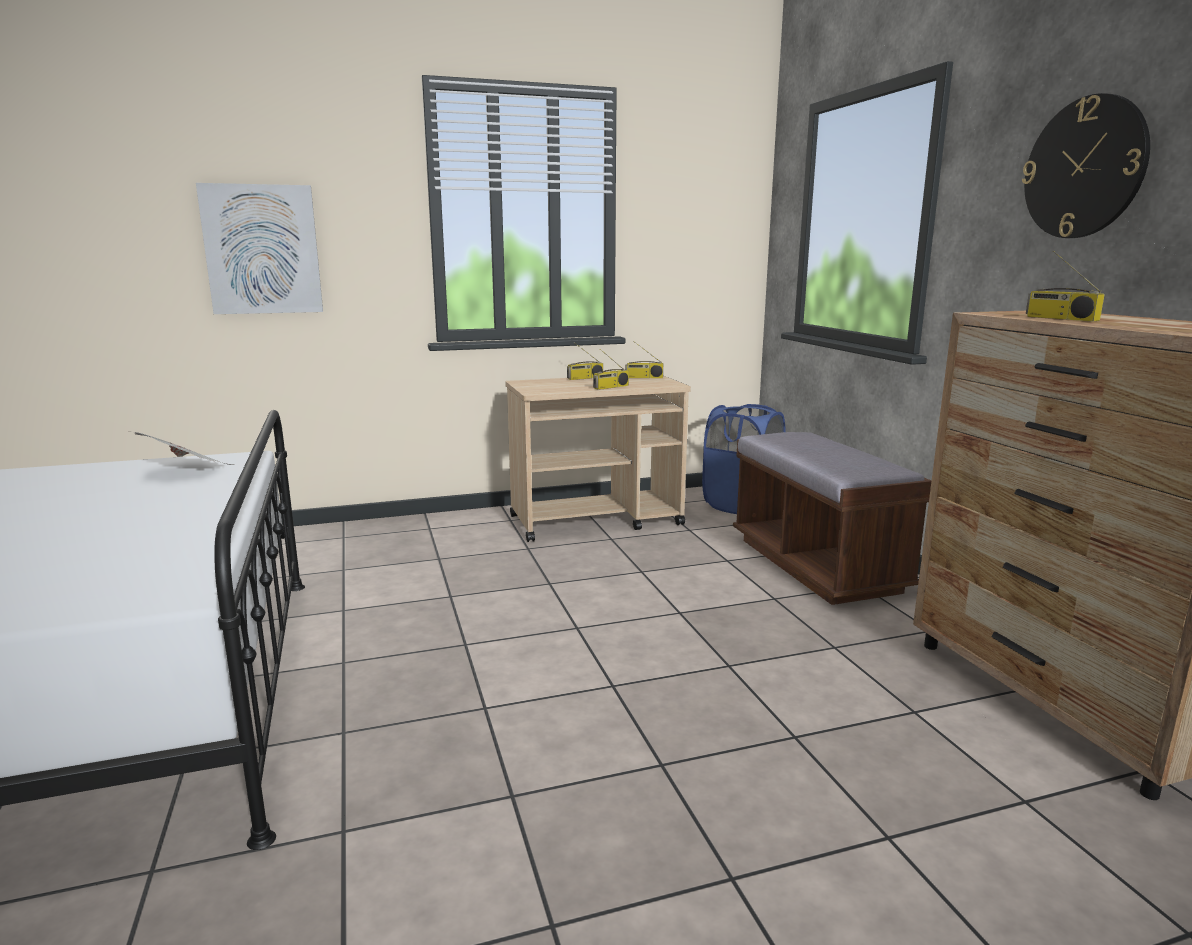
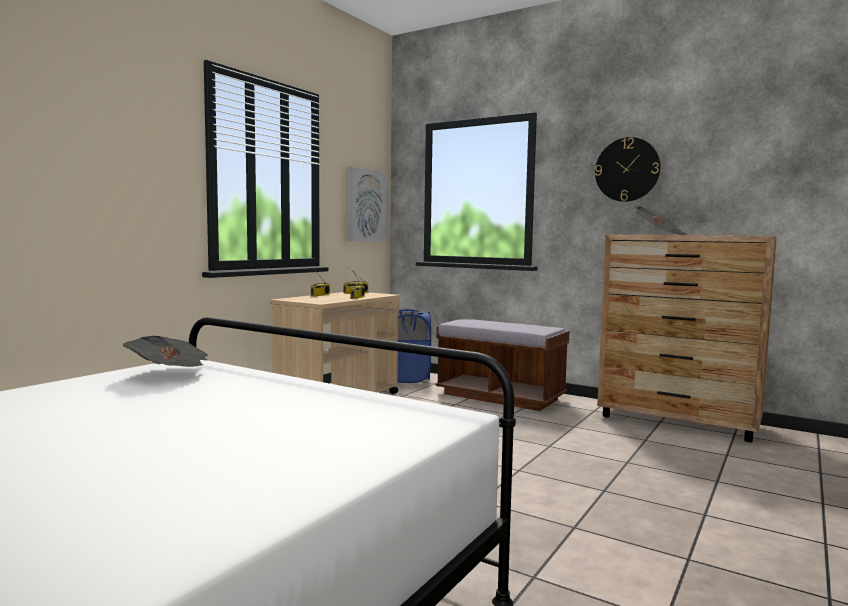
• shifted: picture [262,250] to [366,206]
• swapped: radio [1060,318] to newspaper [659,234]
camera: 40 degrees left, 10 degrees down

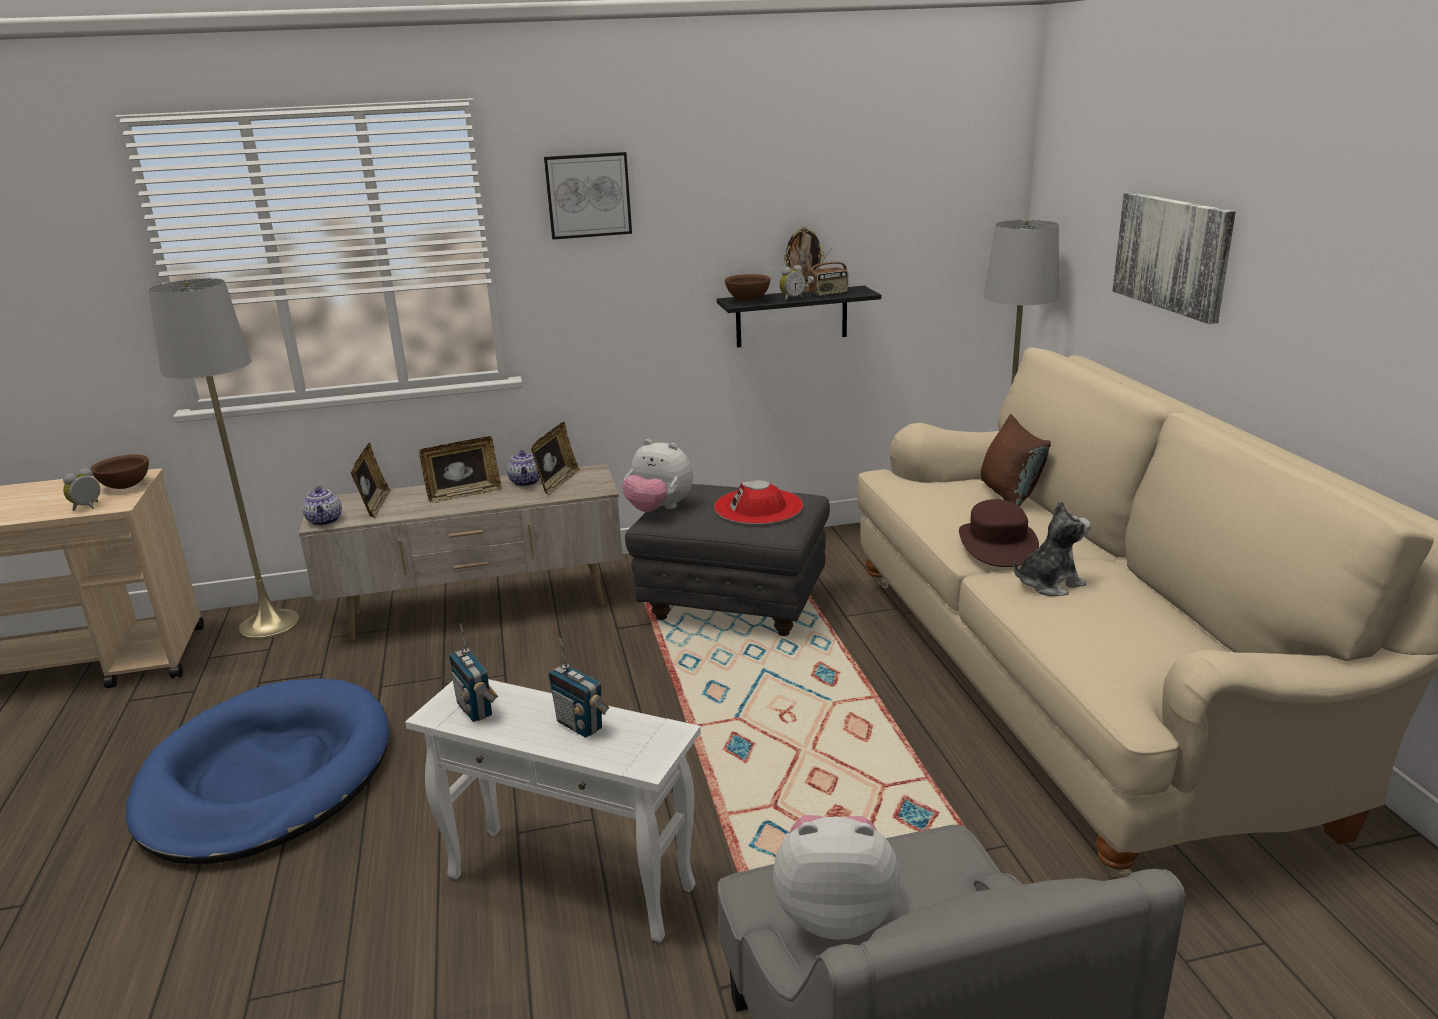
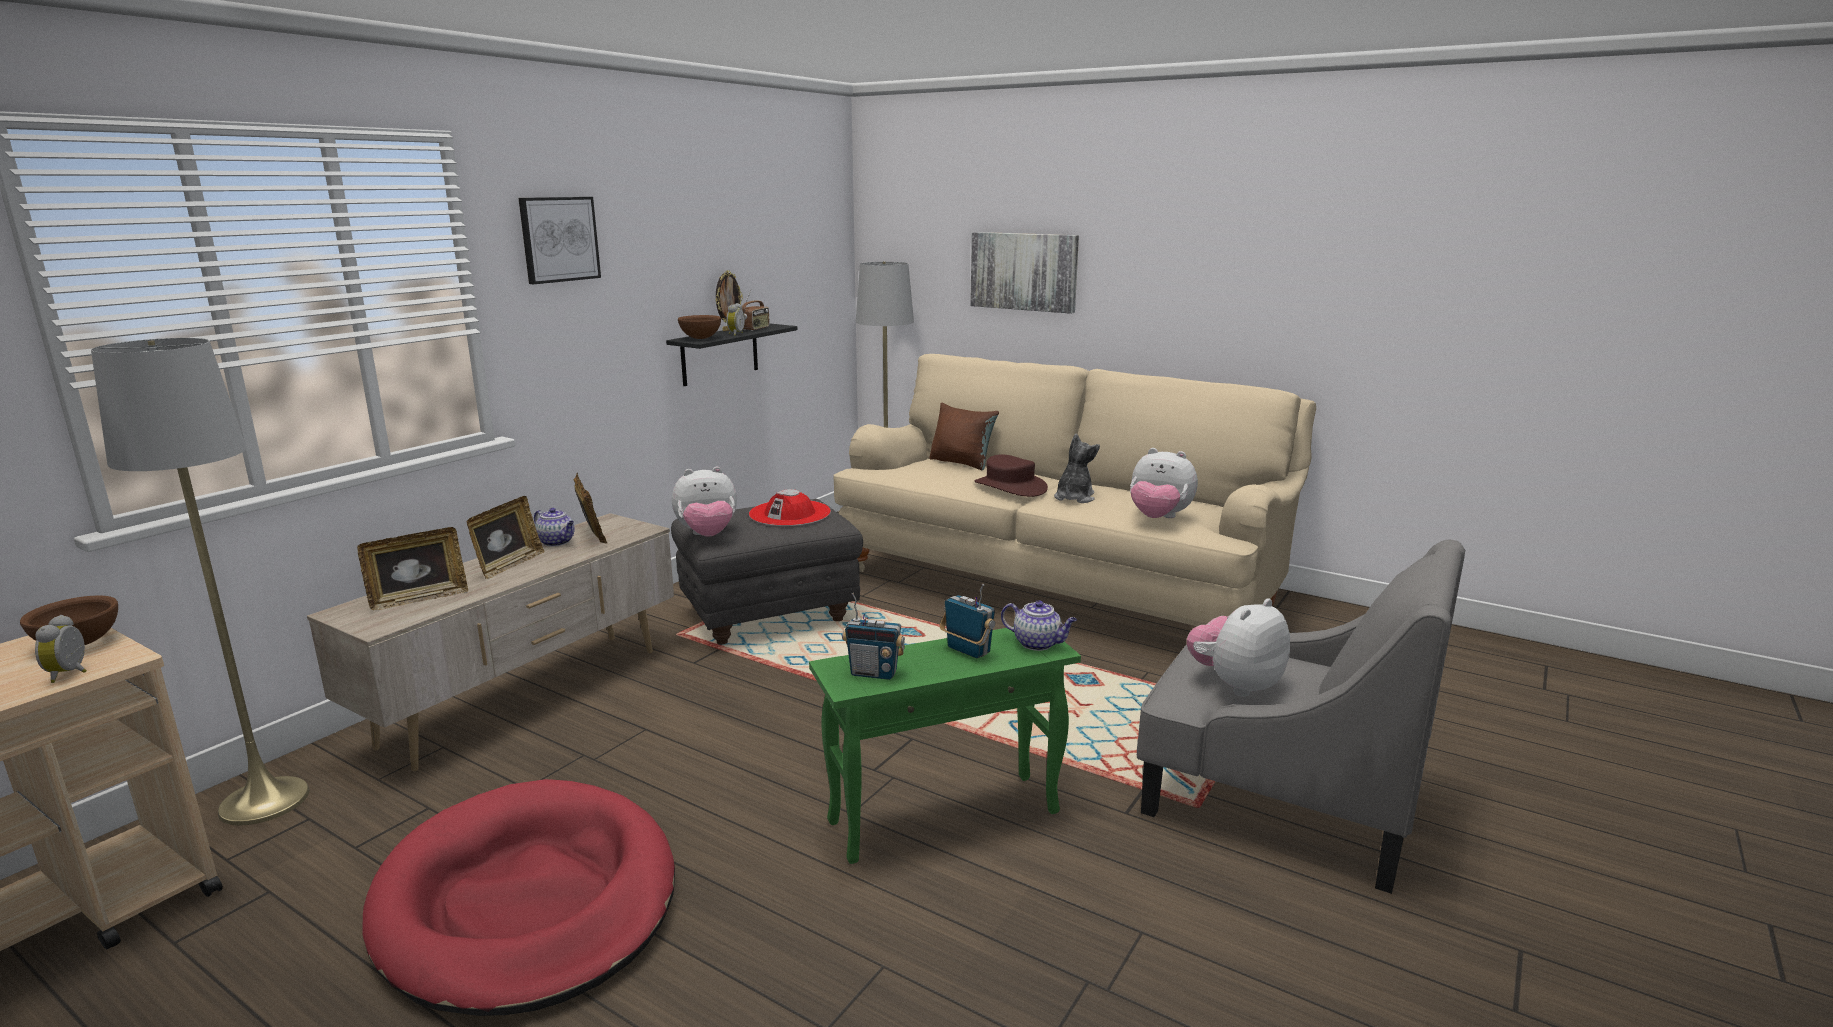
• rotated: picture frame [374,506] = [419,599] 105 degrees clockwise
• repainted: dog bed in blue [266,777] to dog bed in red [528,902]
• repainted: side table in white [570,882] to side table in green [944,817]
• rotated: radio [580,725] = [968,651] 135 degrees counterclockwise
• shifted: teapot [325,521] to [1038,643]
• new: plush toy [1158,518]
camera: 45 degrees left, 5 degrees down

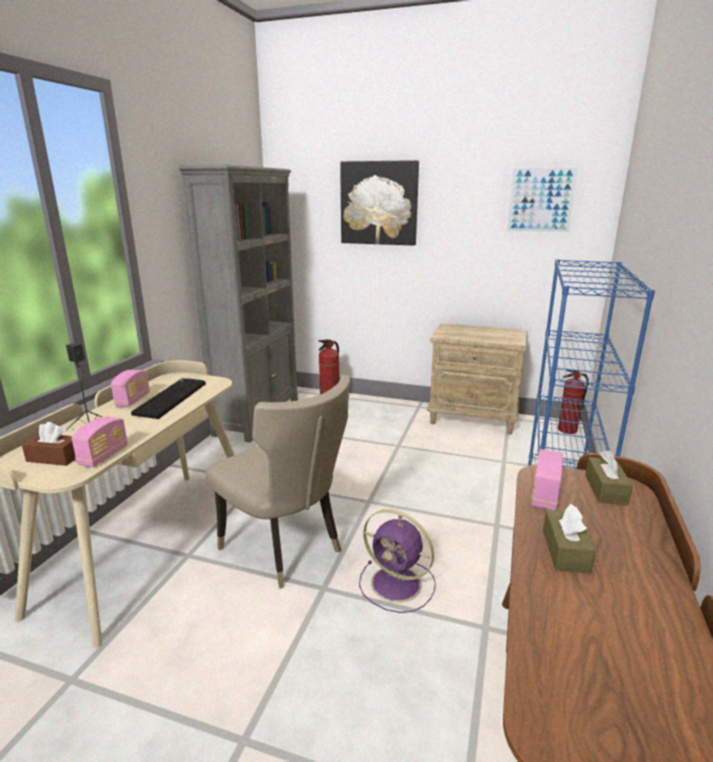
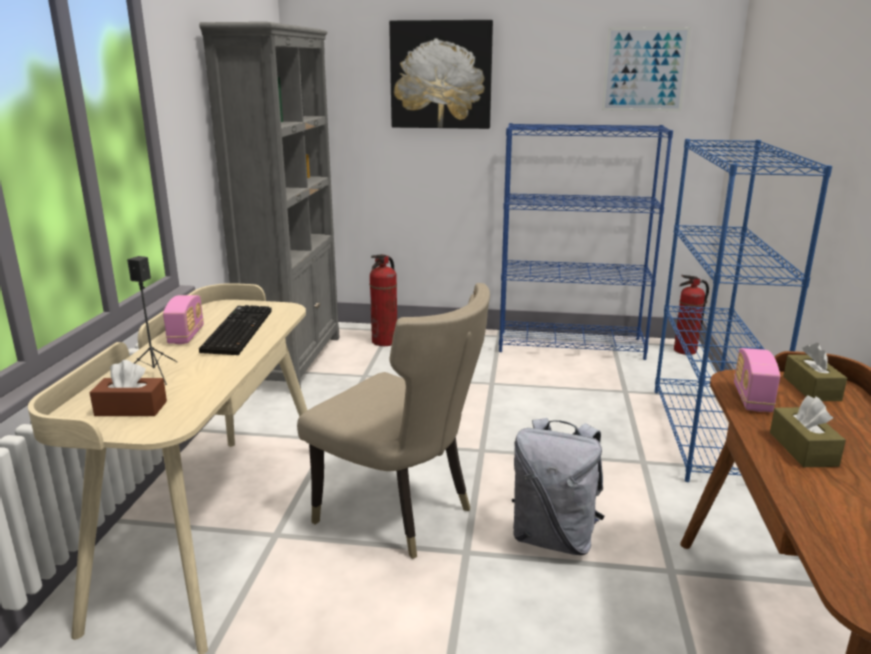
• swapped: nightstand in beige [473,418] to bookcase in blue [571,345]
• swapped: fan in purple [398,584] to backpack in grey [554,538]
• gone: radio [104,456]
camera: 10 degrees left, 0 degrees up

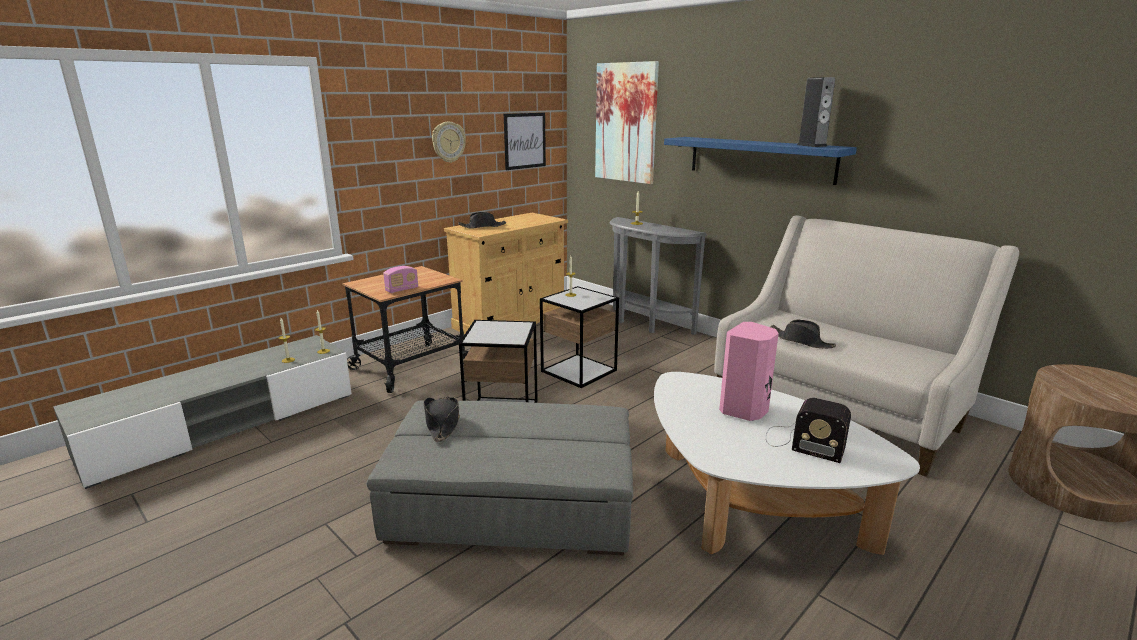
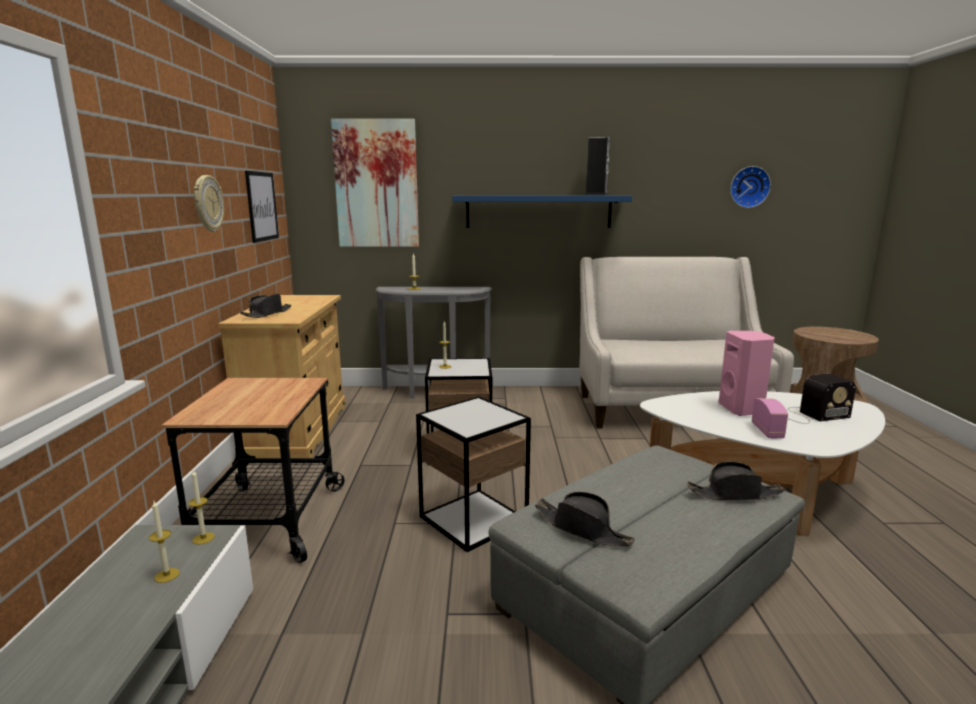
• shifted: hat in black [801,341] to [734,494]
• new: wall clock [748,187]
• shifted: radio [402,290] to [767,431]
camera: 45 degrees left, 5 degrees down

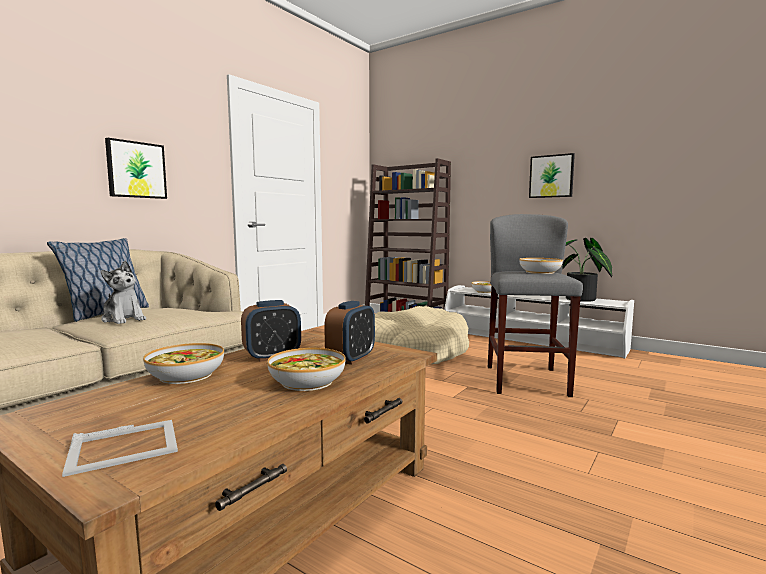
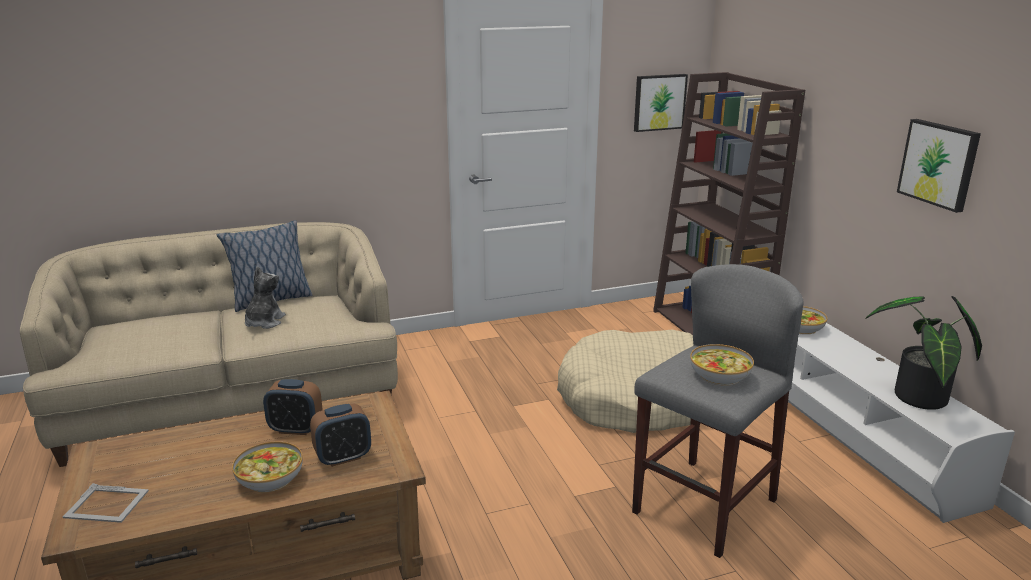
• rotated: plush toy [123,319] = [264,322] 150 degrees counterclockwise
• shifted: picture [136,170] to [659,102]
• gone: bowl [186,375]
camera: 35 degrees right, 15 degrees up

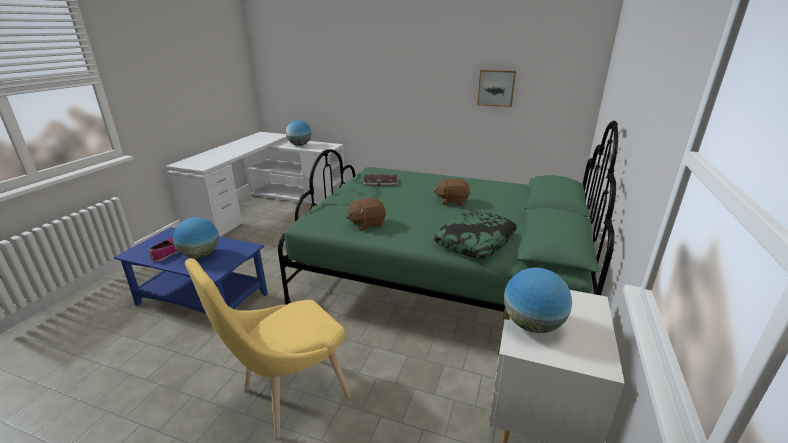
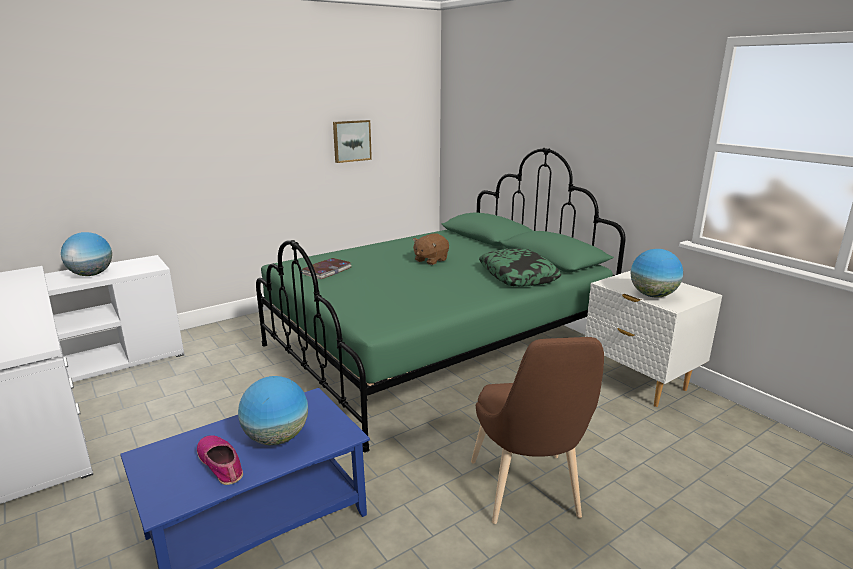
• repainted: chair in yellow [288,396] to chair in brown [527,494]
• gone: plush toy in brown [366,224]
camera: 55 degrees left, 5 degrees down

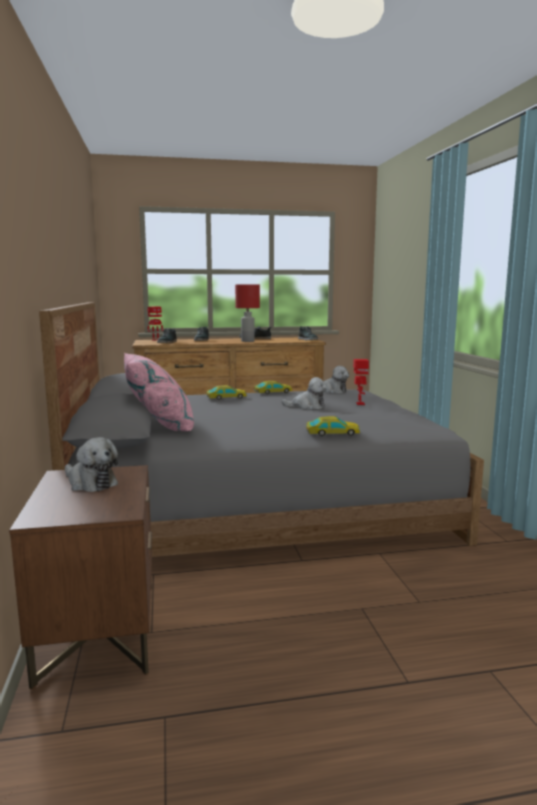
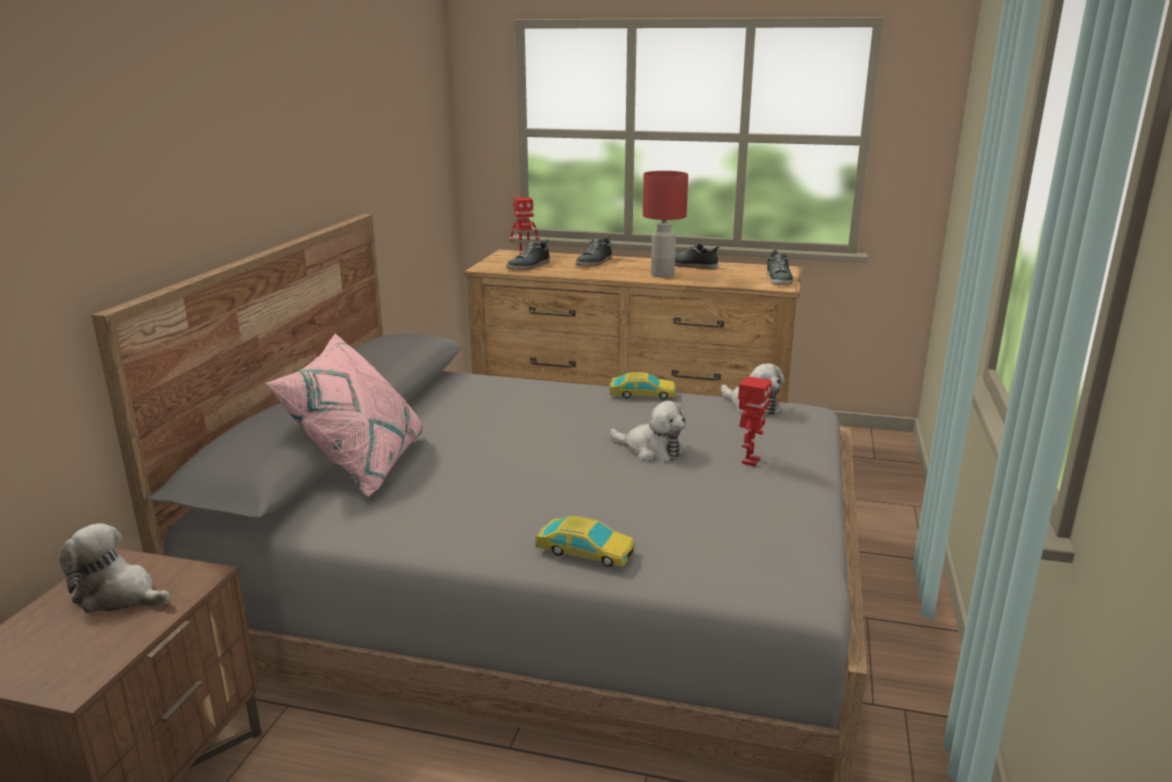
• rotated: plush toy [90,483] = [119,596] 135 degrees clockwise
• gone: toy car [226,397]
camera: 25 degrees right, 10 degrees up

